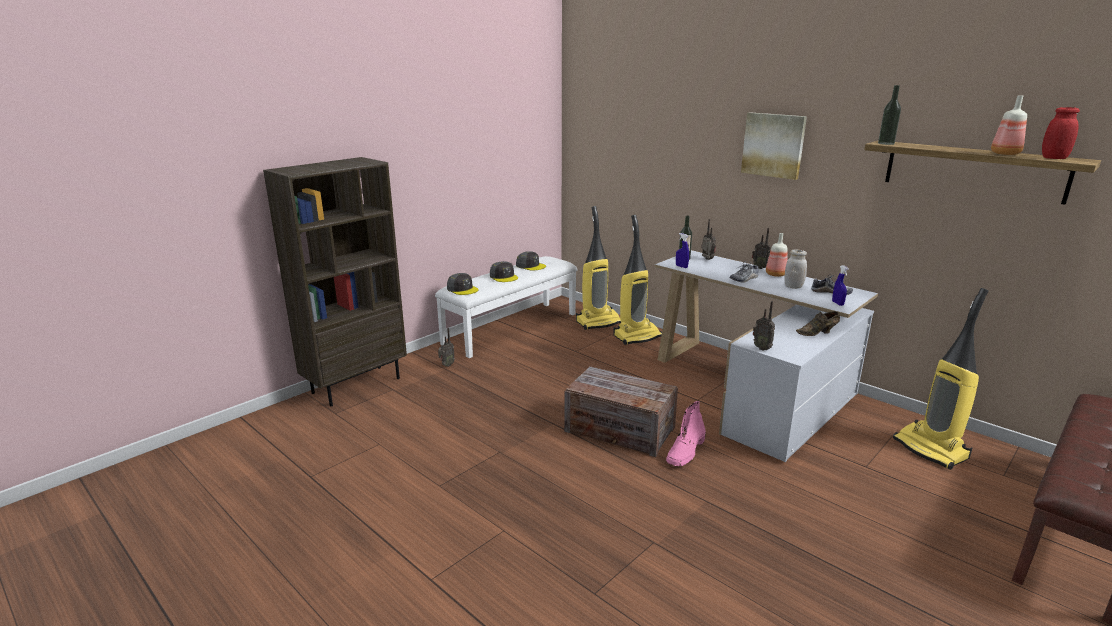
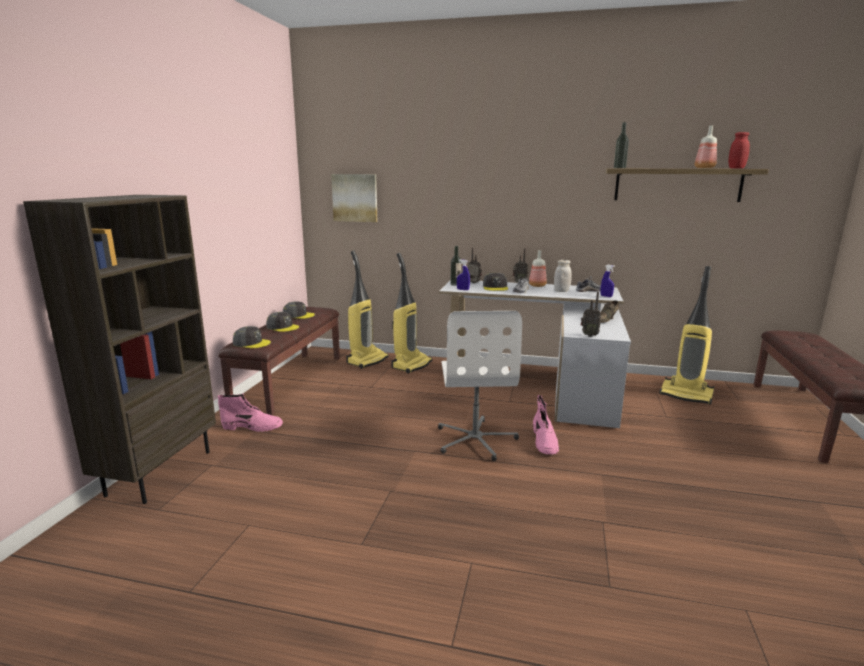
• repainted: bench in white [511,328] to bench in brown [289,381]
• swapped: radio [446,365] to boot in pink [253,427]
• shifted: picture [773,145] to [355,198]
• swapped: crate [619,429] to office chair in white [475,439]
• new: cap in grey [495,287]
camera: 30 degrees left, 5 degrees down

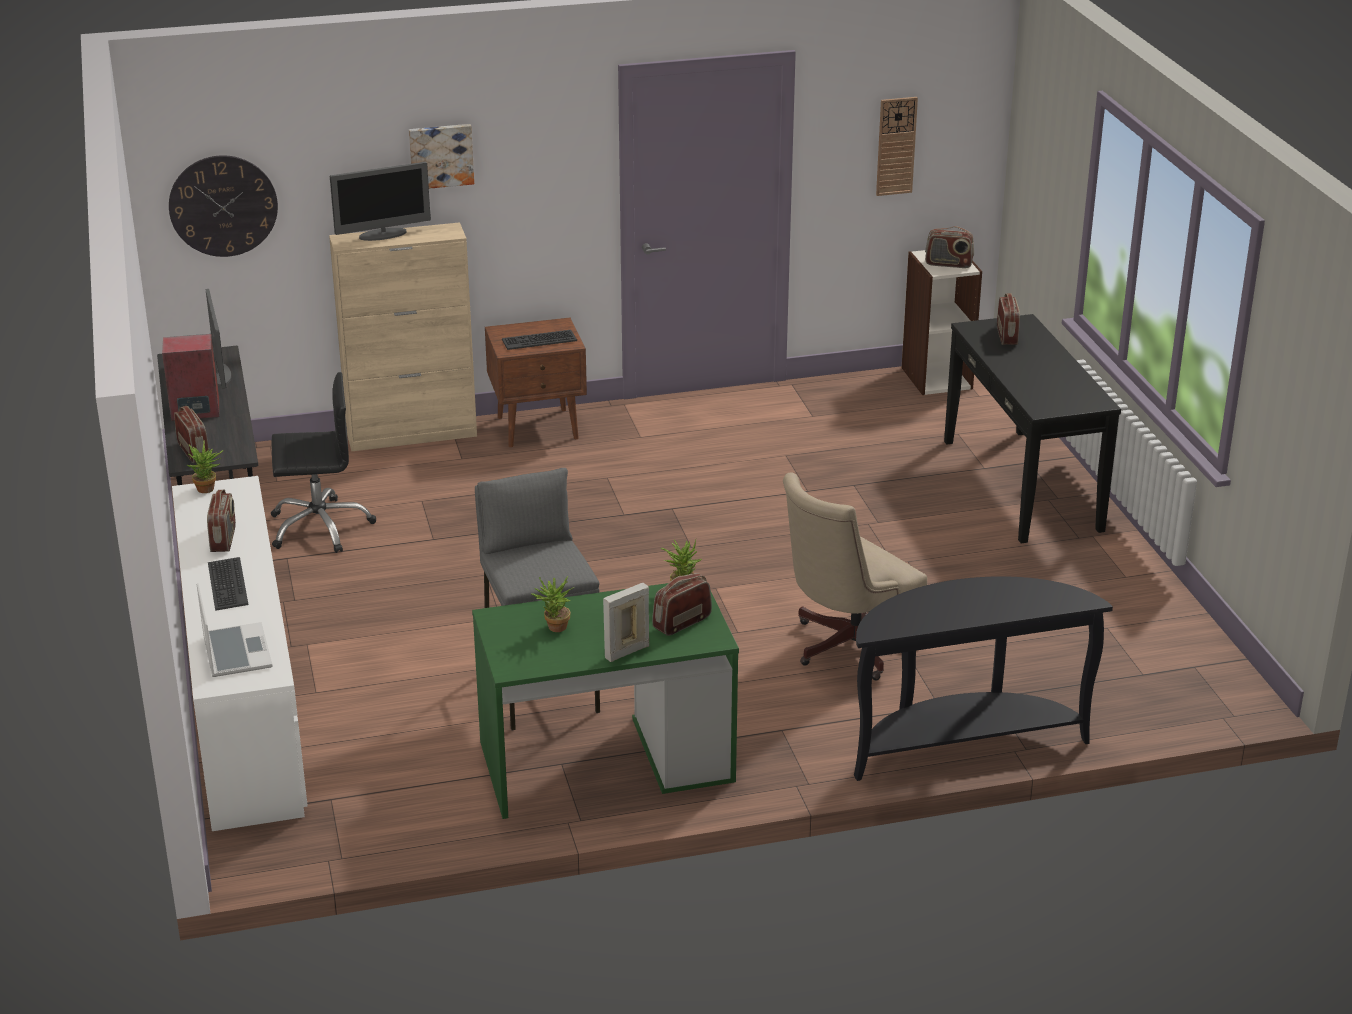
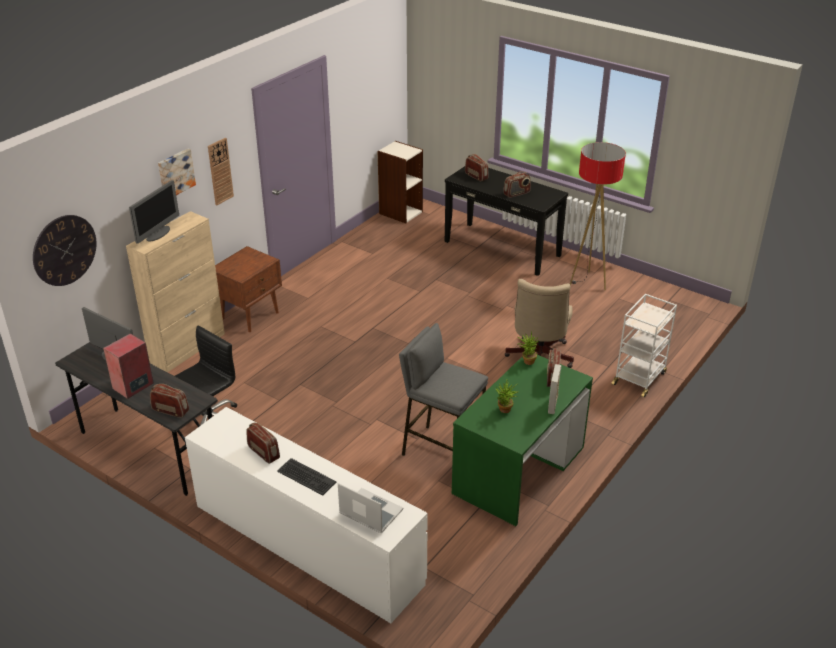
• shifted: wall clock [896,146] to [220,171]
• shifted: radio [948,264] to [516,193]
• new: floor lamp [587,283]
• swapped: console table in black [962,743] to cart in white [639,378]
• gone: potted plant [208,490]
• gone: keyboard [539,340]
camera: 40 degrees left, 5 degrees up

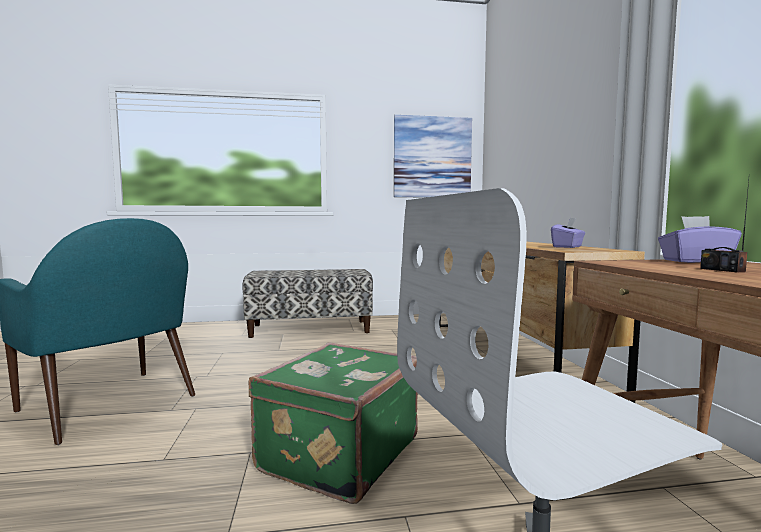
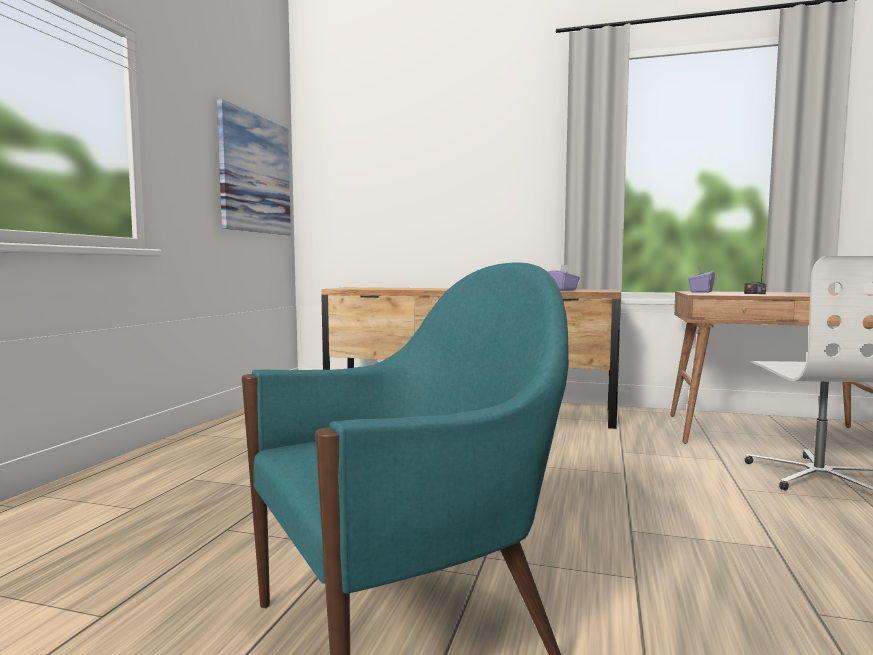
• gone: bench [310,328]
• gone: suitcase in green [337,453]
camera: 65 degrees left, 0 degrees up

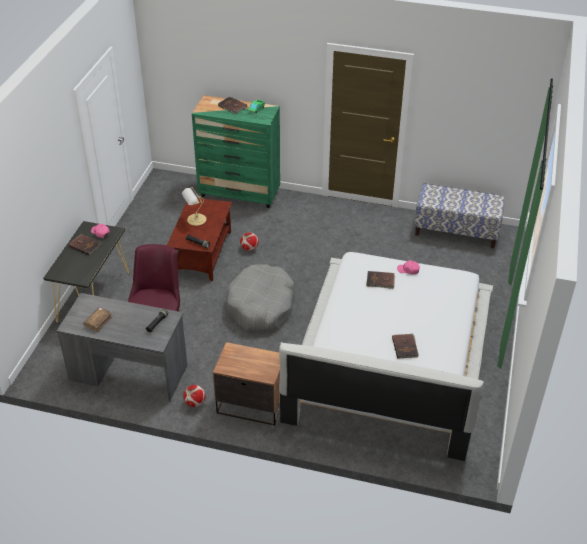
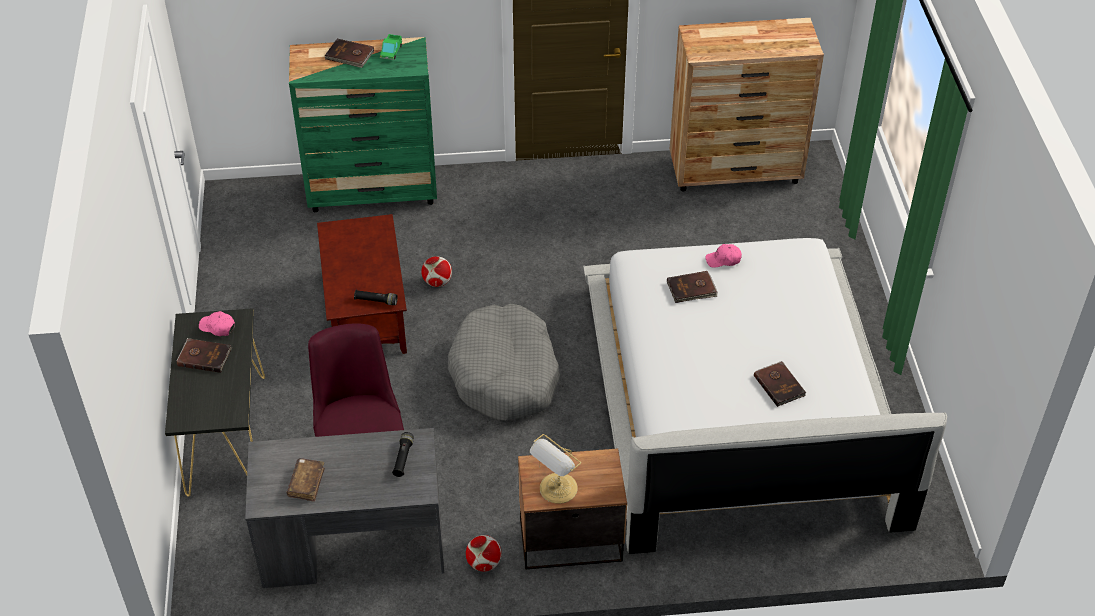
• shifted: table lamp [195,220] to [557,489]
• swapped: bench [456,231] to dresser in brown [736,171]
camera: 20 degrees left, 5 degrees up

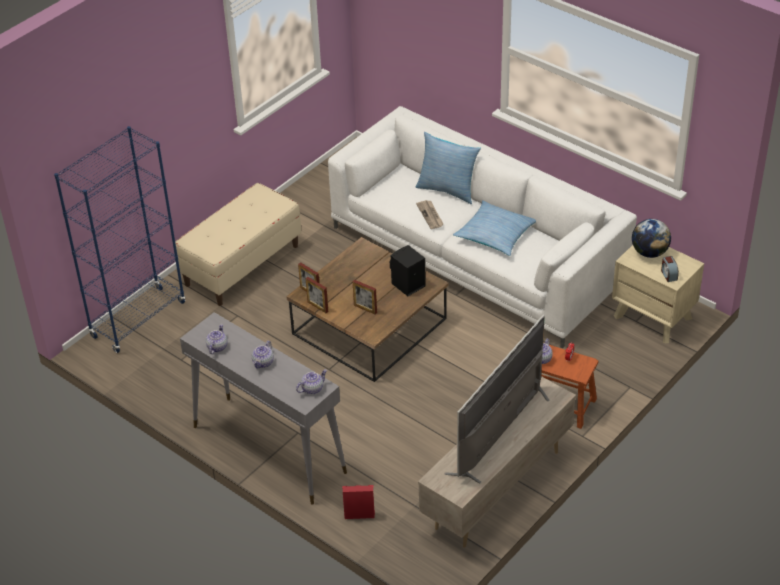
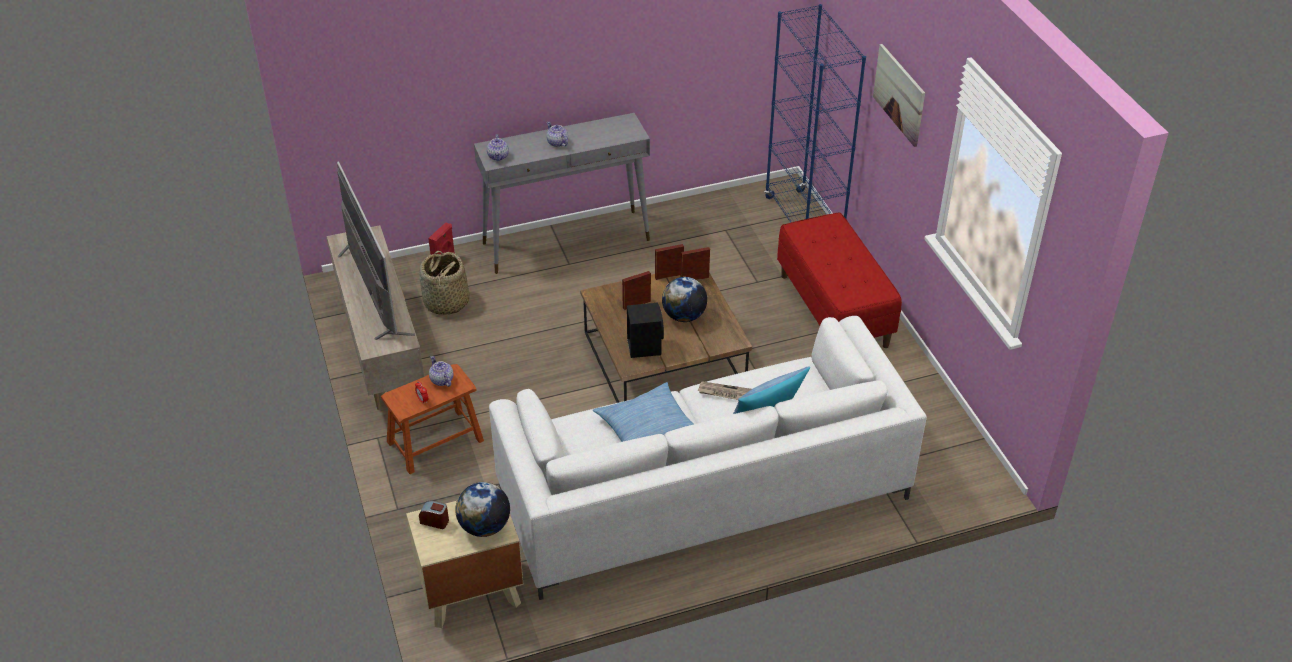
• new: basket [446,303]
• new: globe [684,316]
• repainted: bench in beige [242,265] to bench in red [834,310]
• new: picture [899,94]
• gone: teapot [217,347]
camera: 120 degrees right, 0 degrees up

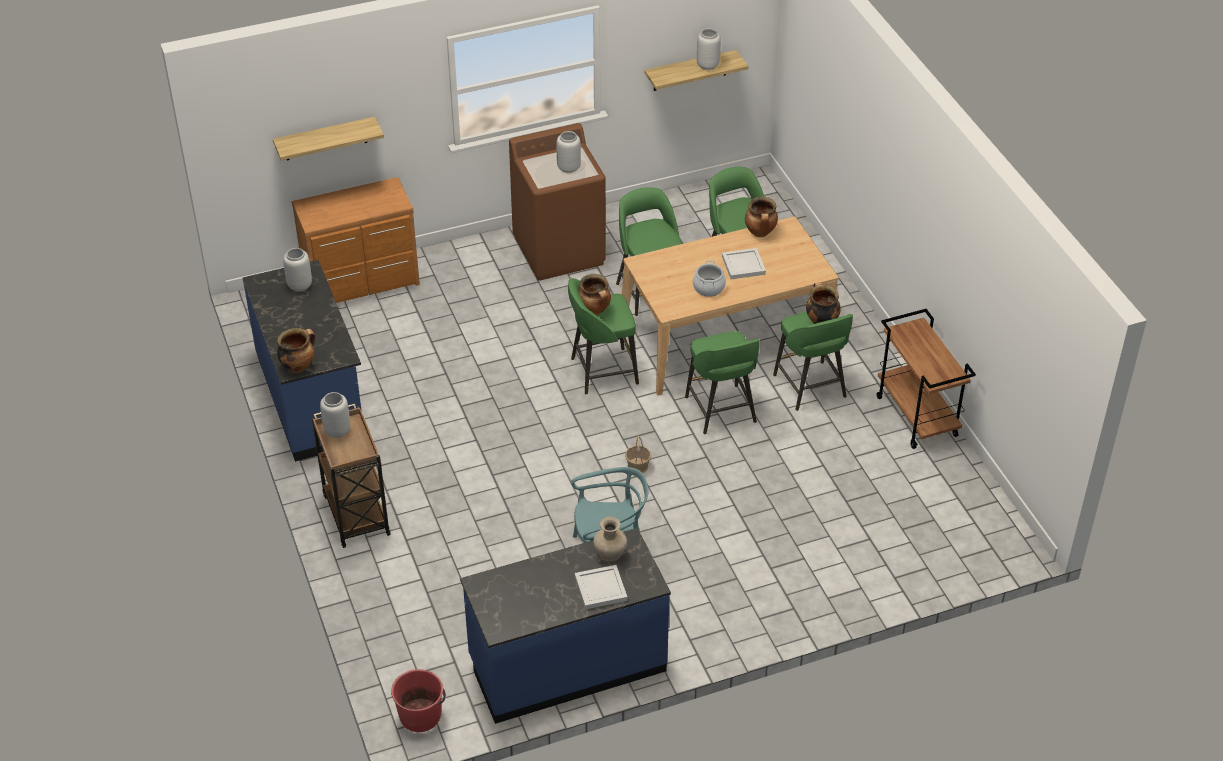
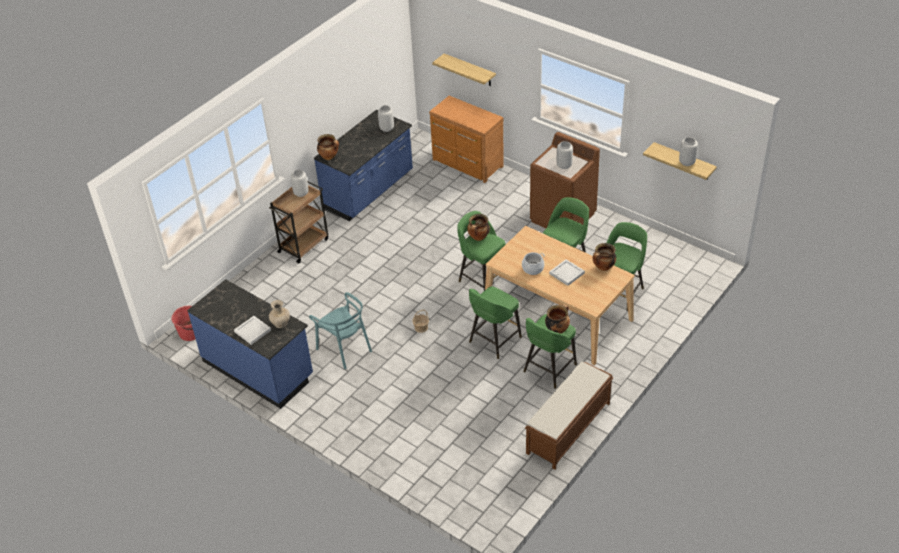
• swapped: cart in brown [917,417] to bench in brown [568,429]
camera: 60 degrees right, 0 degrees up

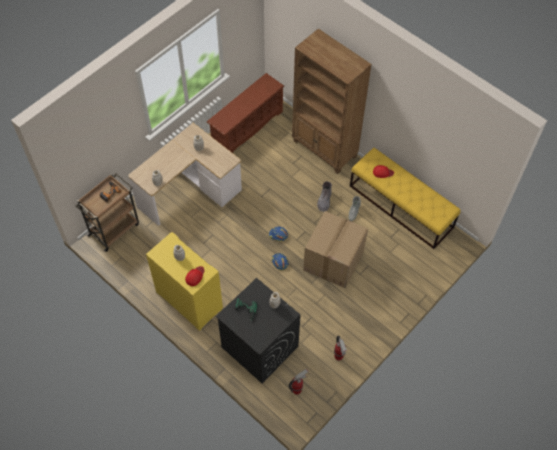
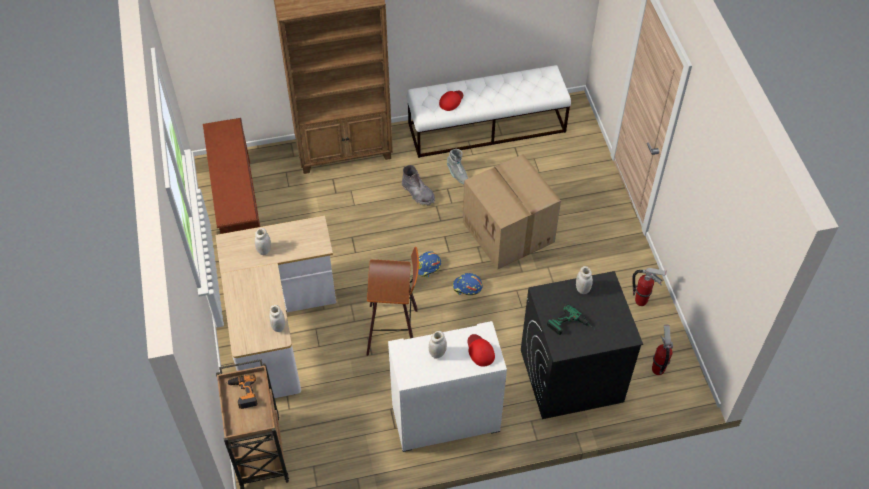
• new: stool [394,329]
• repainted: cabinet in yellow [188,300] to cabinet in white [445,419]
• repainted: bench in yellow [401,207] to bench in white [487,127]
camera: 55 degrees left, 5 degrees down

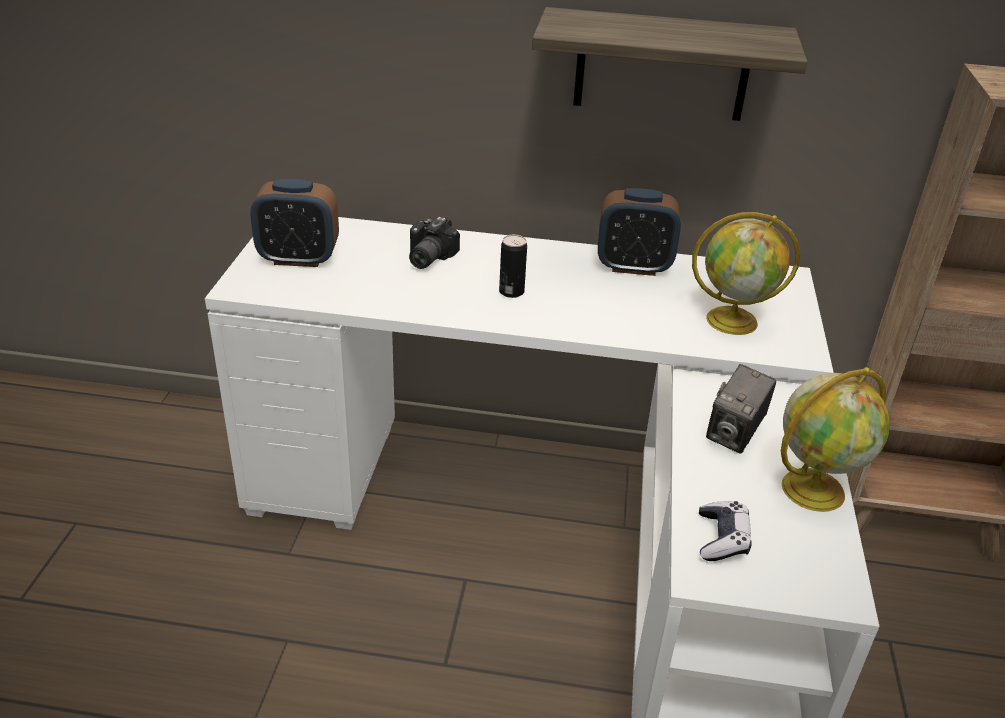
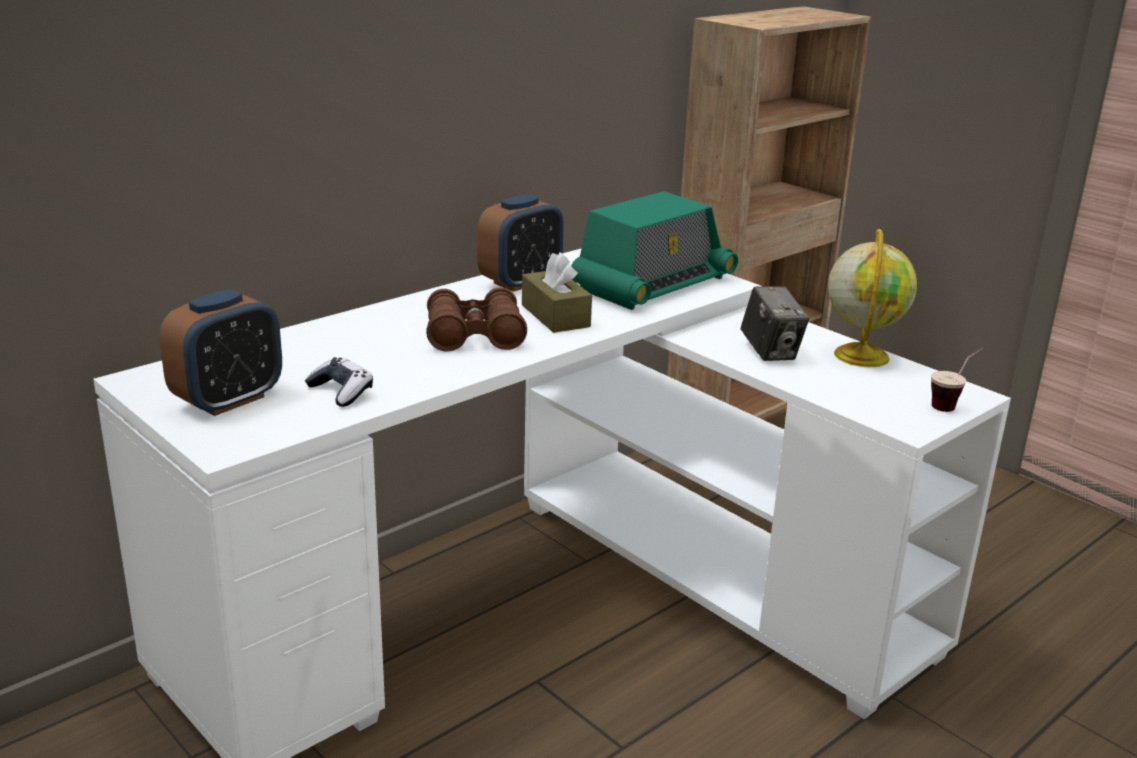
• shifted: game controller [722,539] to [341,392]
• swapped: can [511,292] to binoculars in brown [474,336]
• new: tissue box in brown [555,316]
• swapped: globe [733,320] to radio [653,284]
• new: cup [952,404]
• gone: photo camera [426,258]
• gone: shelf [662,65]
camera: 50 degrees left, 10 degrees down

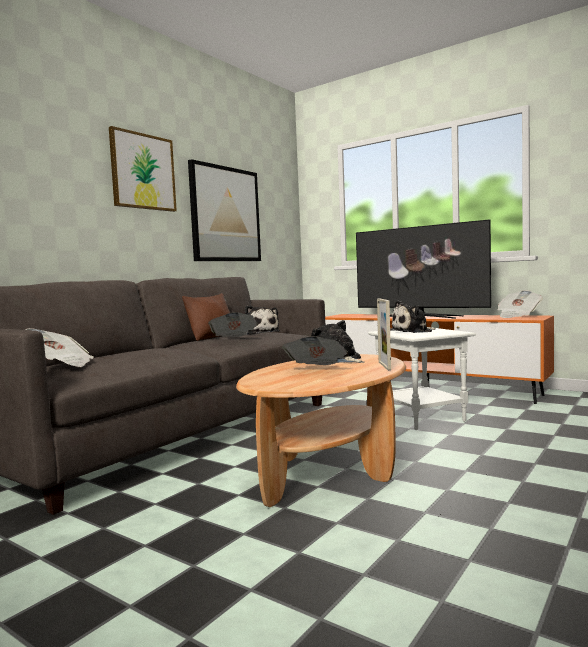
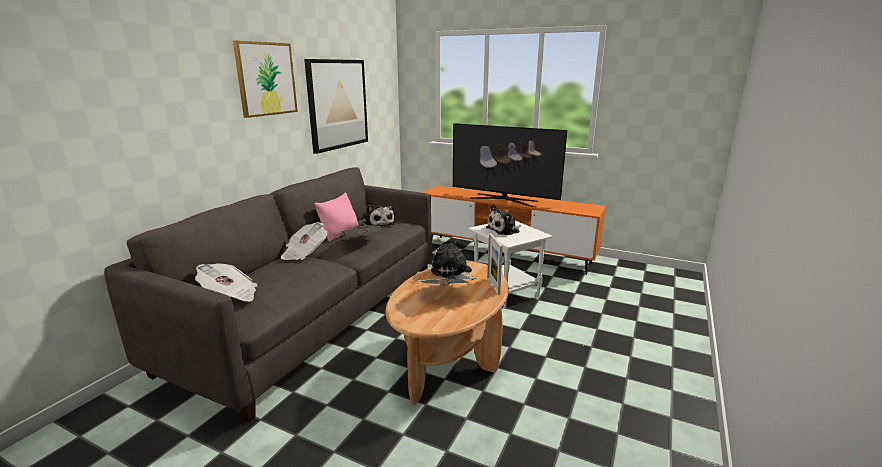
• shifted: newspaper [517,316] to [304,253]
• repainted: pillow in brown [212,338] to pillow in pink [340,234]
camera: 10 degrees left, 15 degrees up

